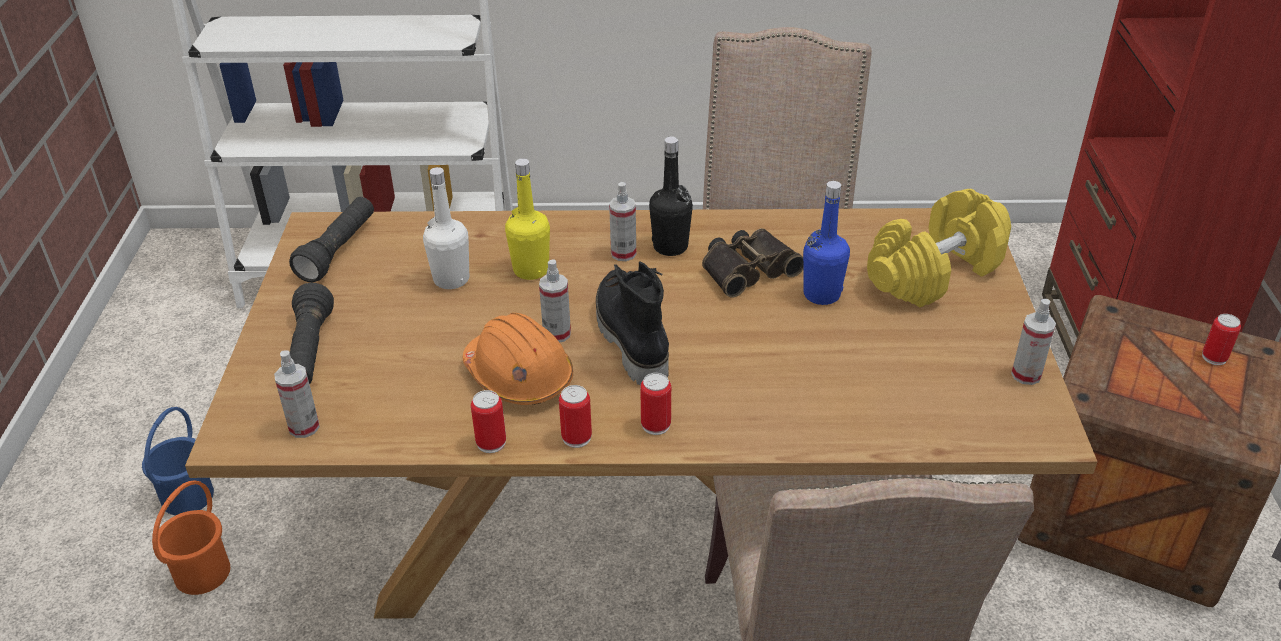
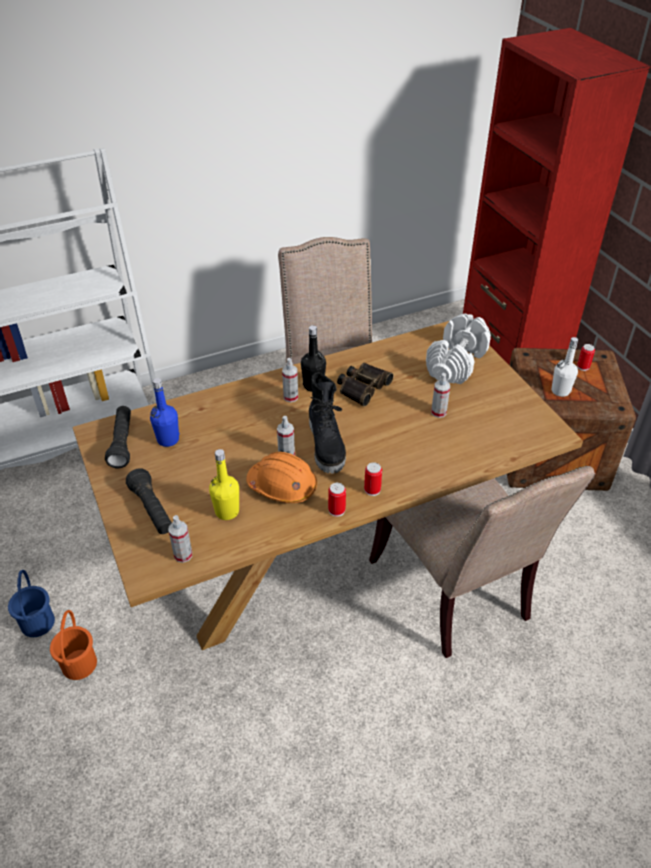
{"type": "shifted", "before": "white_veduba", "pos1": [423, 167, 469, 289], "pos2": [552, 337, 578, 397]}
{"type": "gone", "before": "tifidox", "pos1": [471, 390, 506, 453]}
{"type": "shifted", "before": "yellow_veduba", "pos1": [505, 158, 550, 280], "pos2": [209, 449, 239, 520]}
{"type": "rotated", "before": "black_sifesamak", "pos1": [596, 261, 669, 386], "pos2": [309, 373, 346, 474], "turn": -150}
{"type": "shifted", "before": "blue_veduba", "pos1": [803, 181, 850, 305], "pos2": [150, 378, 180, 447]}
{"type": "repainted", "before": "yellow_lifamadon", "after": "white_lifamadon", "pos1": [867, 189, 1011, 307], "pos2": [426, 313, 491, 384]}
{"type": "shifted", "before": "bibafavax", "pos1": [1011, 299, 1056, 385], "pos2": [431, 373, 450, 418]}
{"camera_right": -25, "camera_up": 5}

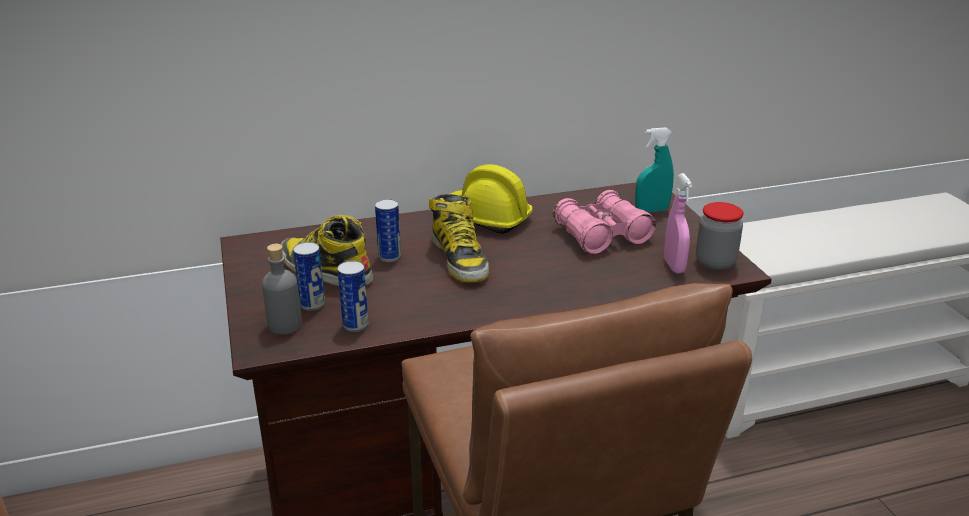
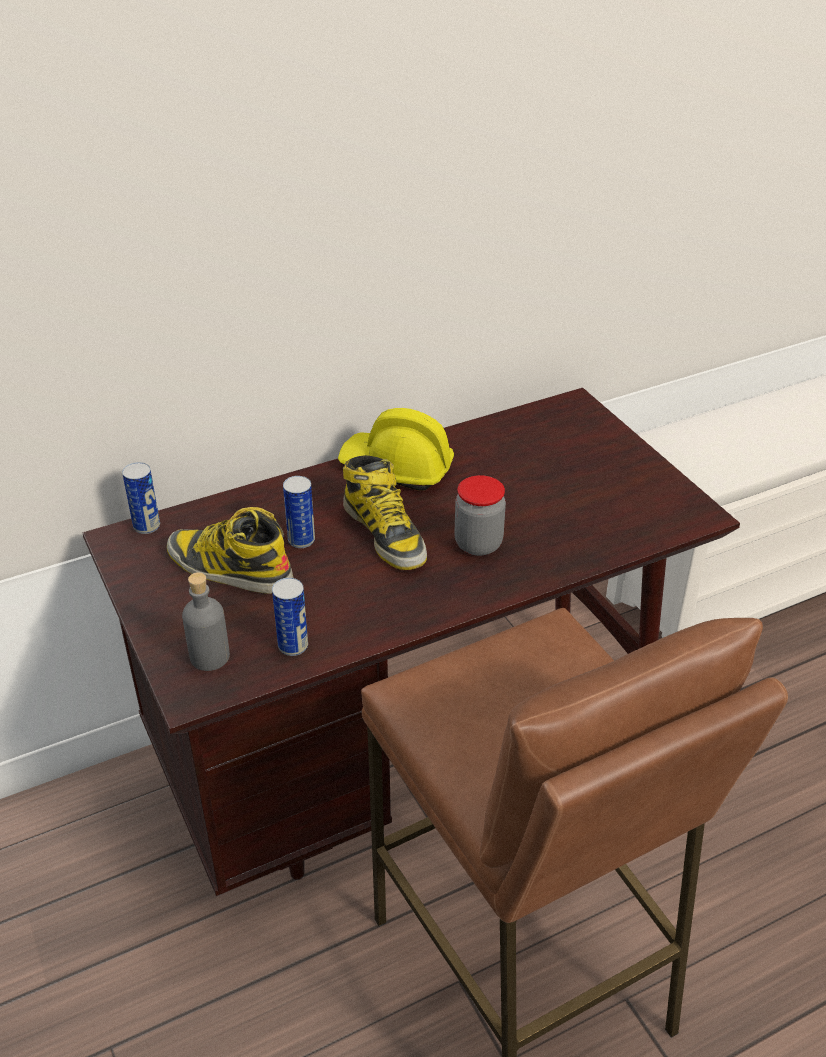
{"type": "shifted", "before": "tifidox", "pos1": [293, 242, 325, 311], "pos2": [122, 462, 160, 534]}
{"type": "gone", "before": "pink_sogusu", "pos1": [553, 190, 656, 254]}
{"type": "gone", "before": "turquoise_bibafavax", "pos1": [635, 127, 674, 213]}
{"type": "gone", "before": "pink_bibafavax", "pos1": [664, 173, 693, 273]}
{"type": "shifted", "before": "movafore", "pos1": [696, 202, 743, 270], "pos2": [454, 475, 506, 556]}
{"camera_right": -10, "camera_up": 10}

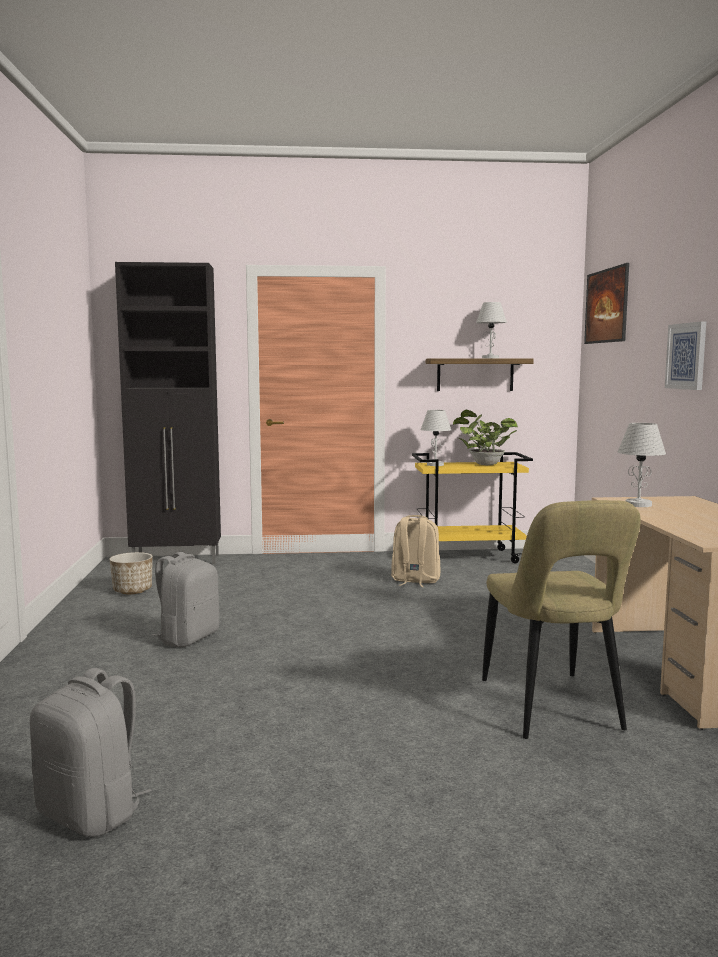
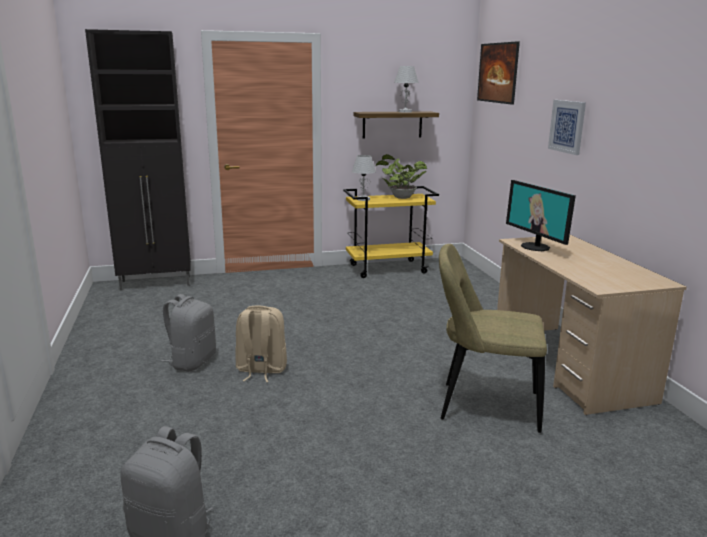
{"type": "gone", "before": "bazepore", "pos1": [110, 552, 153, 594]}
{"type": "shifted", "before": "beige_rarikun", "pos1": [391, 515, 440, 587], "pos2": [235, 305, 287, 382]}
{"type": "rotated", "before": "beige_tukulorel", "pos1": [482, 500, 641, 739], "pos2": [439, 244, 547, 433], "turn": 120}
{"type": "swapped", "before": "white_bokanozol", "after": "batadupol", "pos1": [618, 423, 666, 507], "pos2": [506, 180, 576, 251]}
{"camera_right": -10, "camera_up": 10}

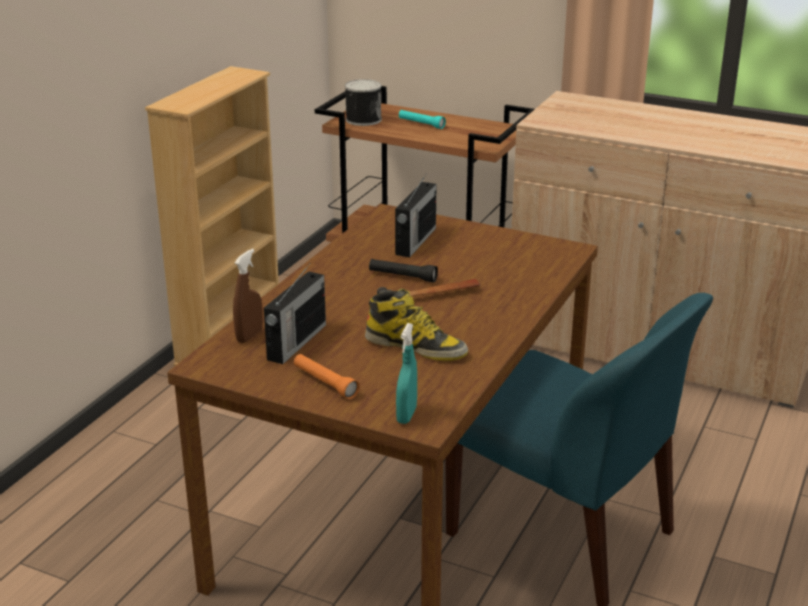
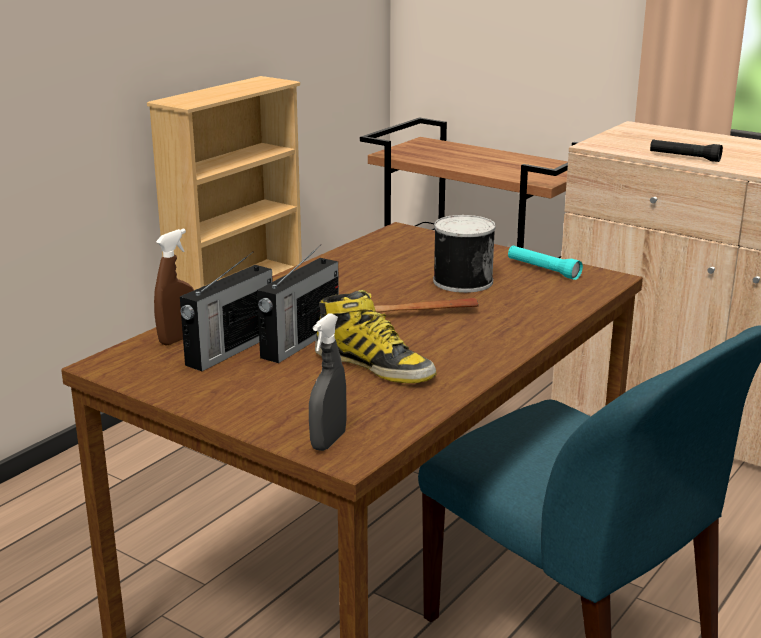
{"type": "gone", "before": "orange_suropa", "pos1": [294, 354, 360, 399]}
{"type": "shifted", "before": "tifidox", "pos1": [345, 79, 382, 126], "pos2": [433, 215, 496, 293]}
{"type": "shifted", "before": "black_suropa", "pos1": [369, 259, 438, 283], "pos2": [650, 139, 723, 162]}
{"type": "shifted", "before": "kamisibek", "pos1": [395, 173, 437, 257], "pos2": [257, 244, 339, 363]}
{"type": "repainted", "before": "turquoise_bibafavax", "after": "grey_bibafavax", "pos1": [396, 323, 417, 424], "pos2": [309, 313, 347, 451]}
{"type": "shifted", "before": "turquoise_suropa", "pos1": [399, 110, 446, 129], "pos2": [508, 245, 583, 280]}
{"camera_right": 10, "camera_up": -5}

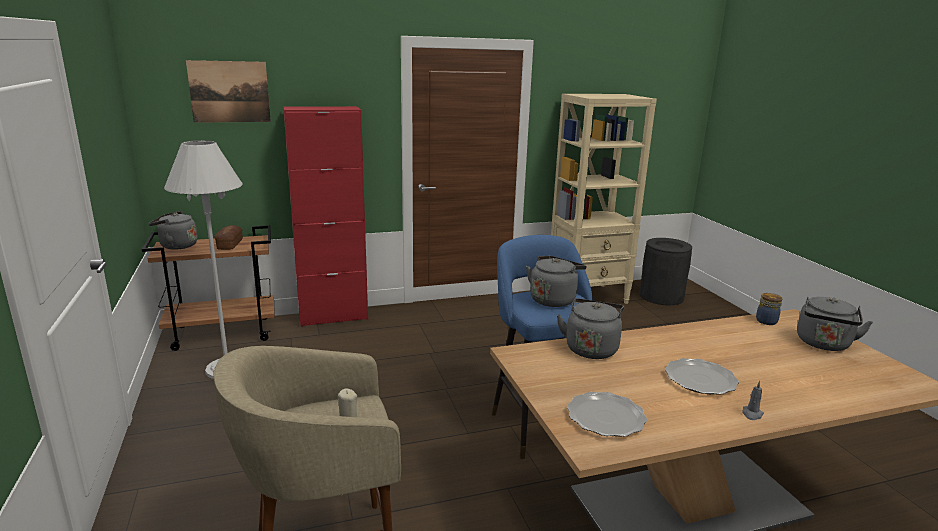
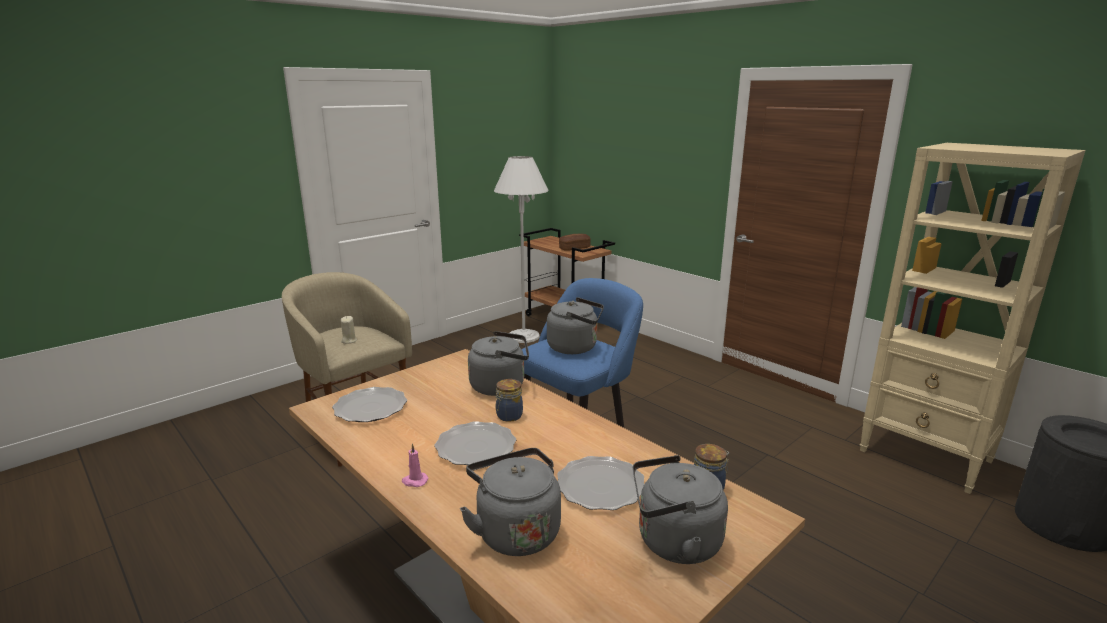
{"type": "shifted", "before": "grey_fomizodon", "pos1": [149, 211, 197, 250], "pos2": [460, 448, 561, 556]}
{"type": "gone", "before": "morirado", "pos1": [186, 60, 271, 123]}
{"type": "gone", "before": "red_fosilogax", "pos1": [283, 106, 368, 327]}
{"type": "repainted", "before": "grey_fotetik", "after": "pink_fotetik", "pos1": [742, 381, 764, 420], "pos2": [402, 444, 429, 487]}
{"type": "new", "after": "movafore", "pos2": [495, 379, 523, 422]}
{"type": "new", "after": "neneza", "pos2": [557, 456, 644, 510]}
{"camera_right": 65, "camera_up": 0}

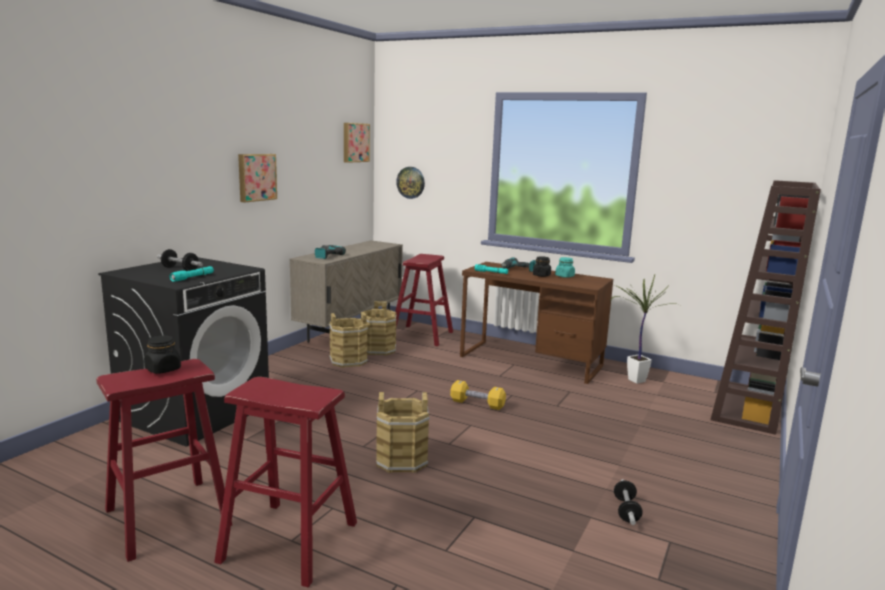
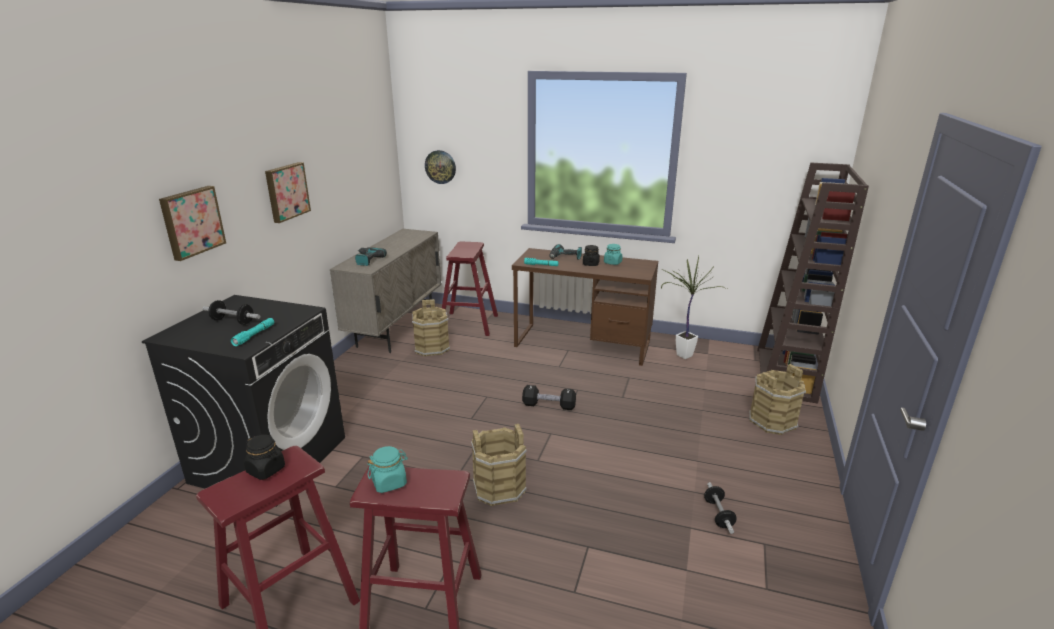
{"type": "shifted", "before": "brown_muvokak", "pos1": [329, 312, 368, 368], "pos2": [749, 364, 806, 435]}
{"type": "shifted", "before": "morirado", "pos1": [344, 123, 370, 163], "pos2": [159, 186, 226, 261]}
{"type": "repainted", "before": "yellow_lifamadon", "after": "black_lifamadon", "pos1": [450, 380, 506, 410], "pos2": [522, 385, 576, 410]}
{"type": "new", "after": "turquoise_movafore", "pos2": [367, 446, 408, 493]}
{"camera_right": -10, "camera_up": 10}

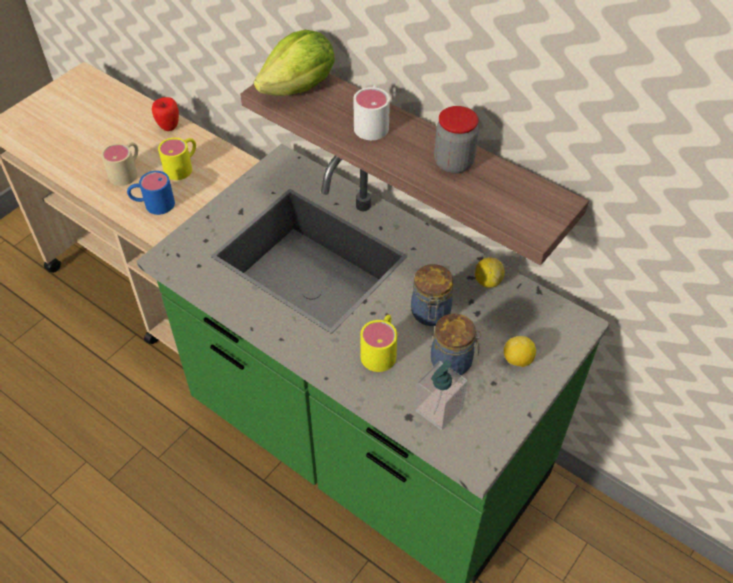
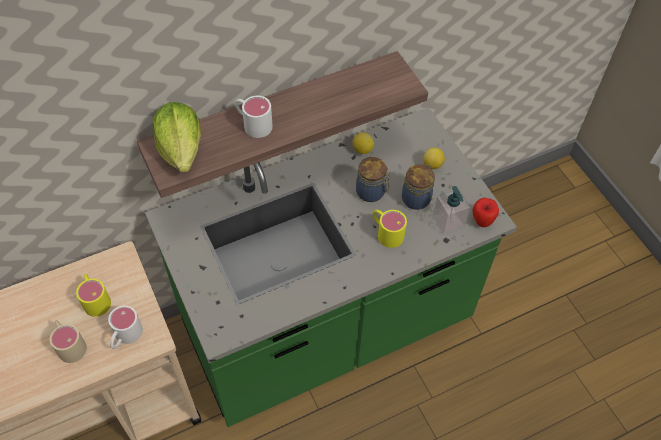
{"type": "repainted", "before": "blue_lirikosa", "after": "white_lirikosa", "pos1": [127, 171, 175, 215], "pos2": [108, 305, 143, 349]}
{"type": "shifted", "before": "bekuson", "pos1": [152, 97, 179, 131], "pos2": [473, 198, 499, 227]}
{"type": "gone", "before": "movafore", "pos1": [434, 106, 479, 173]}
{"camera_right": -65, "camera_up": 5}

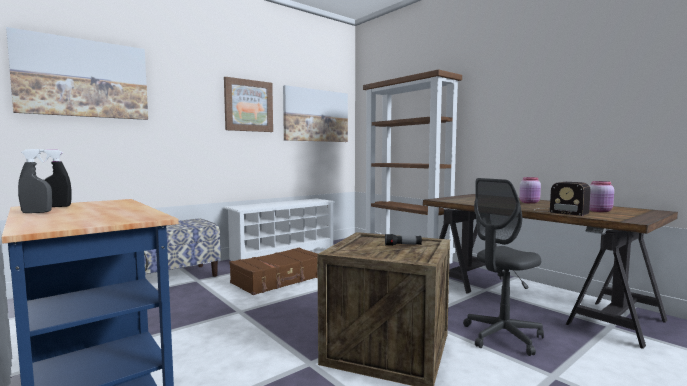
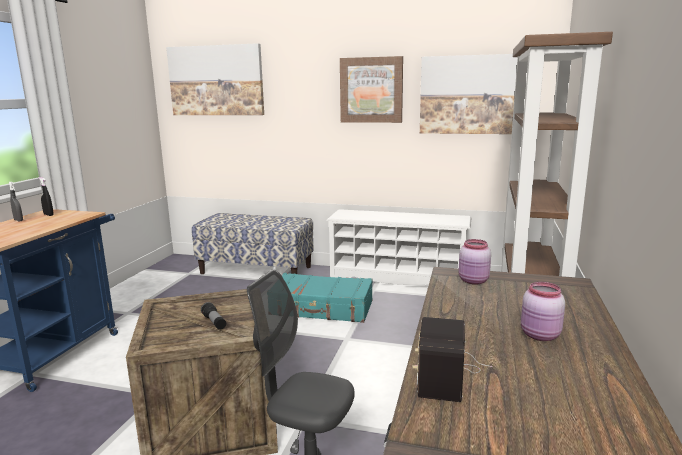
{"type": "repainted", "before": "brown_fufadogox", "after": "turquoise_fufadogox", "pos1": [229, 248, 318, 295], "pos2": [282, 273, 373, 323]}
{"type": "shifted", "before": "pink_movafore", "pos1": [589, 181, 614, 212], "pos2": [458, 239, 491, 285]}
{"camera_right": 55, "camera_up": 10}

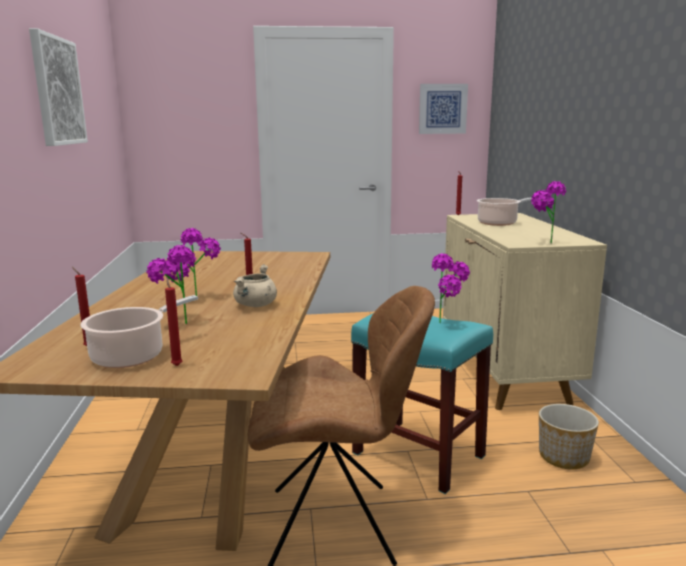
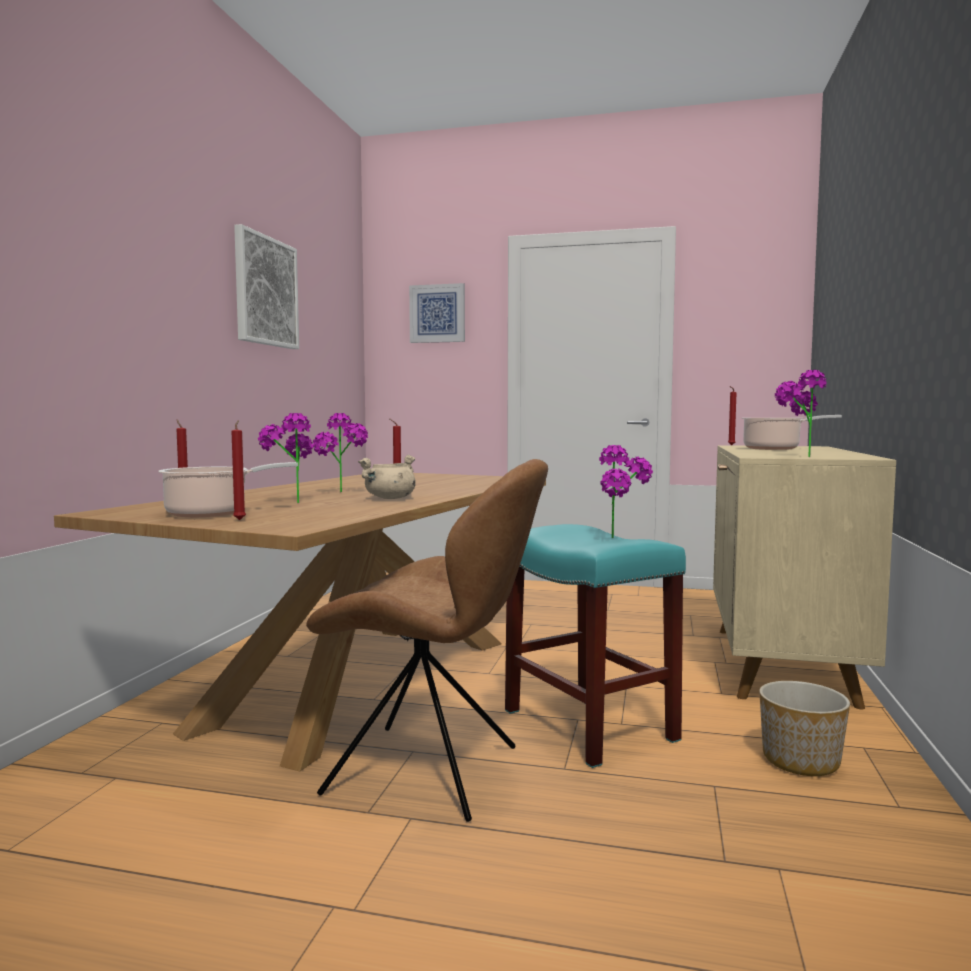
{"type": "shifted", "before": "morirado", "pos1": [419, 84, 468, 134], "pos2": [409, 283, 465, 343]}
{"camera_right": 20, "camera_up": -10}

